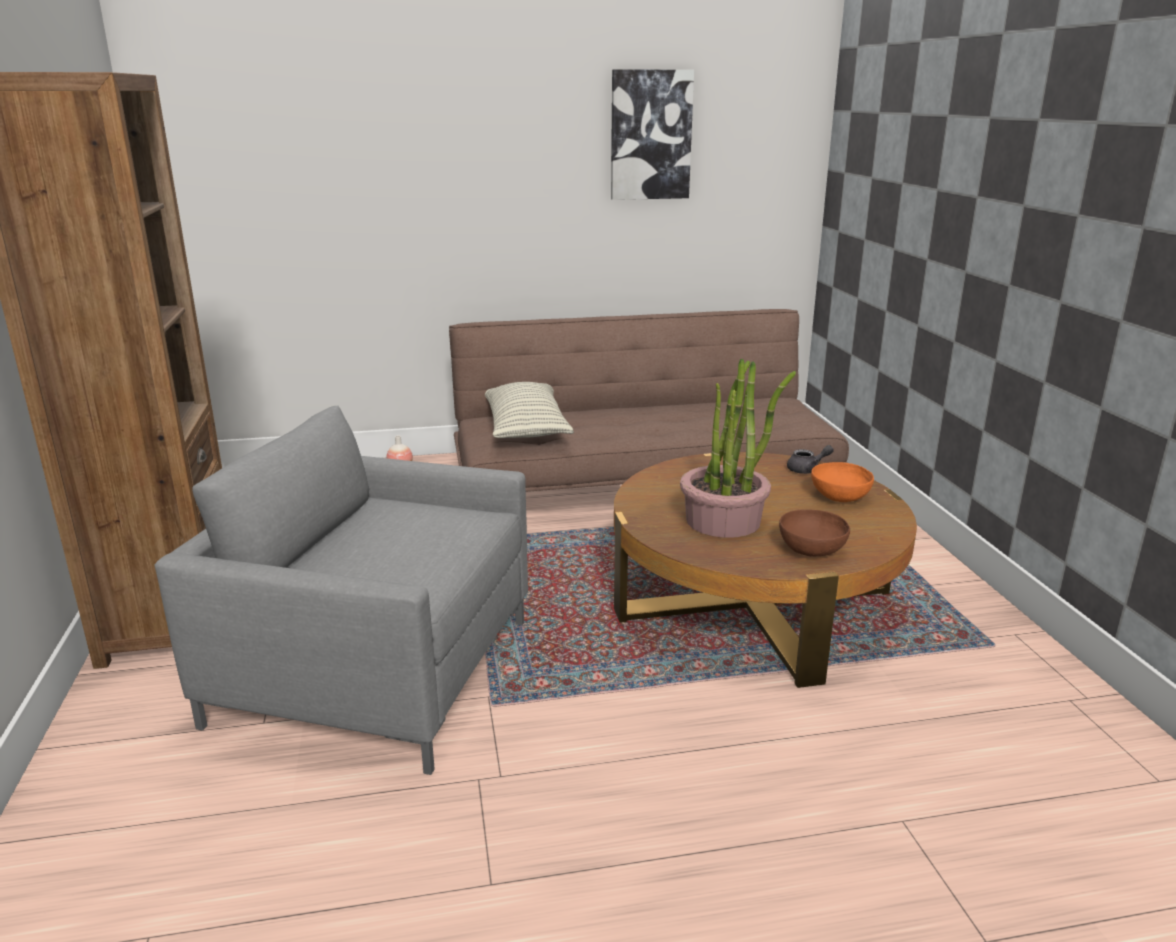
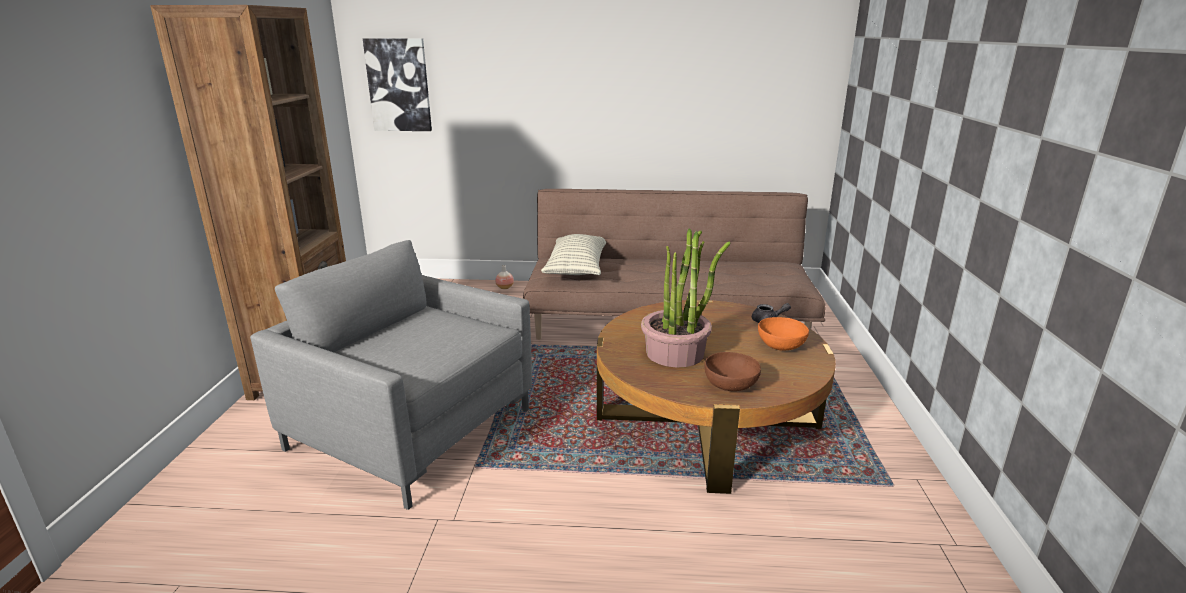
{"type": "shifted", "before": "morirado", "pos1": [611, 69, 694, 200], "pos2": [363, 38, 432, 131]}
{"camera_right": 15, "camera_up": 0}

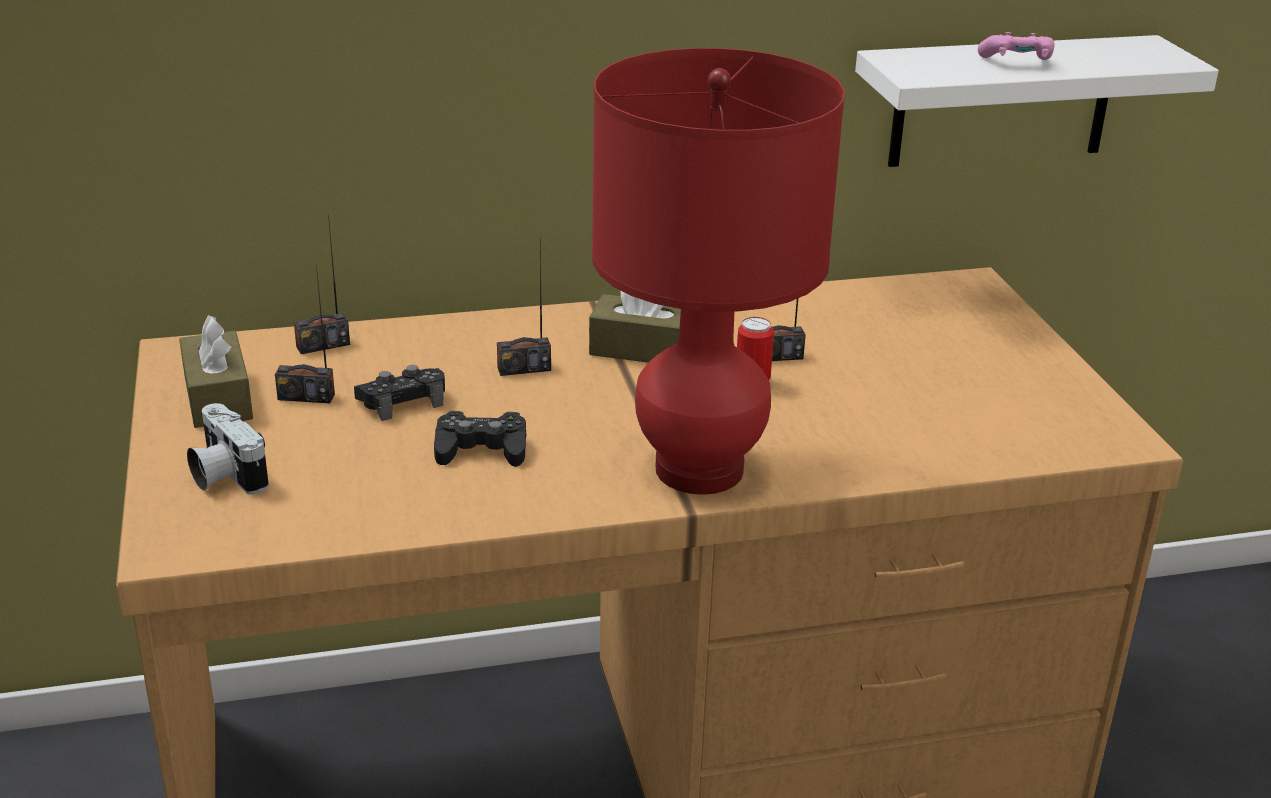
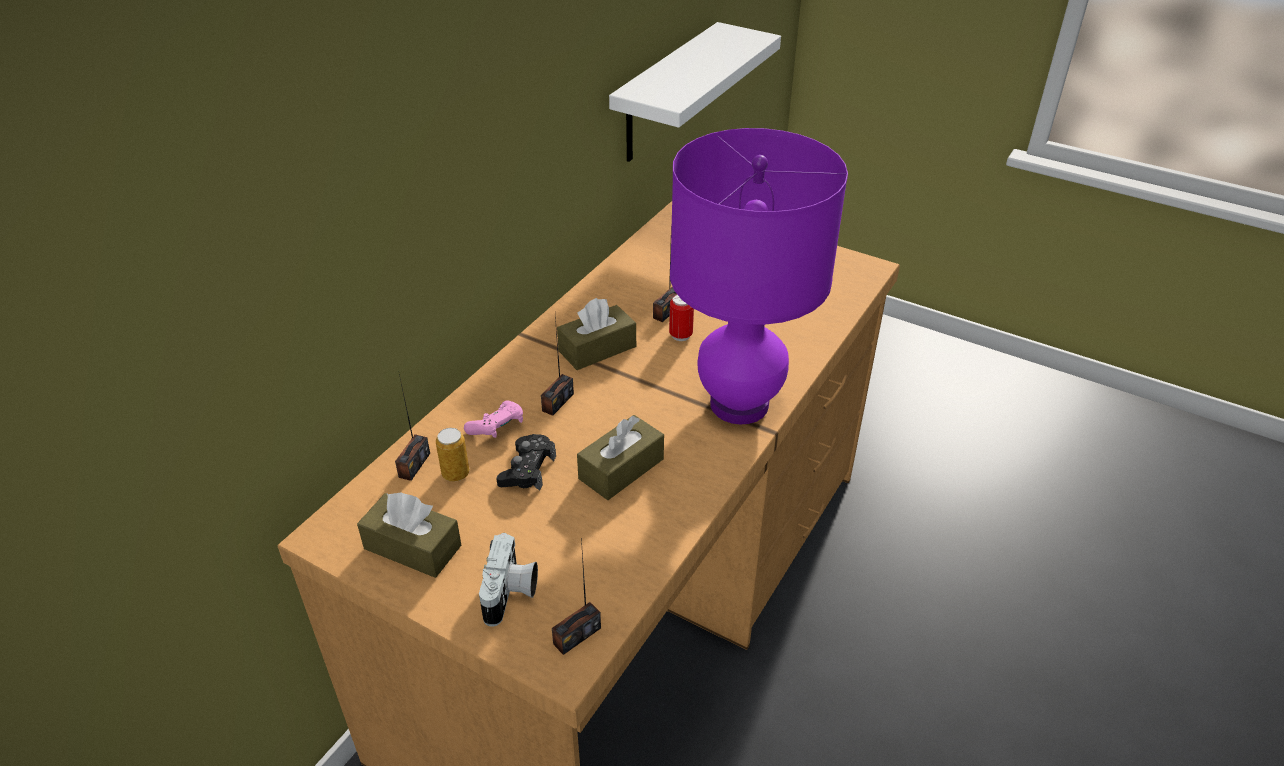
{"type": "rotated", "before": "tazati", "pos1": [187, 403, 269, 494], "pos2": [479, 533, 538, 626], "turn": -90}
{"type": "shifted", "before": "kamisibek", "pos1": [275, 264, 335, 403], "pos2": [552, 537, 601, 655]}
{"type": "swapped", "before": "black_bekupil", "after": "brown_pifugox", "pos1": [434, 411, 526, 467], "pos2": [577, 415, 664, 500]}
{"type": "repainted", "before": "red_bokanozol", "after": "purple_bokanozol", "pos1": [592, 48, 845, 495], "pos2": [670, 128, 848, 424]}
{"type": "shifted", "before": "pink_bekupil", "pos1": [978, 32, 1054, 60], "pos2": [464, 400, 523, 438]}
{"type": "new", "after": "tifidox", "pos2": [436, 428, 469, 482]}
{"camera_right": -45, "camera_up": 10}

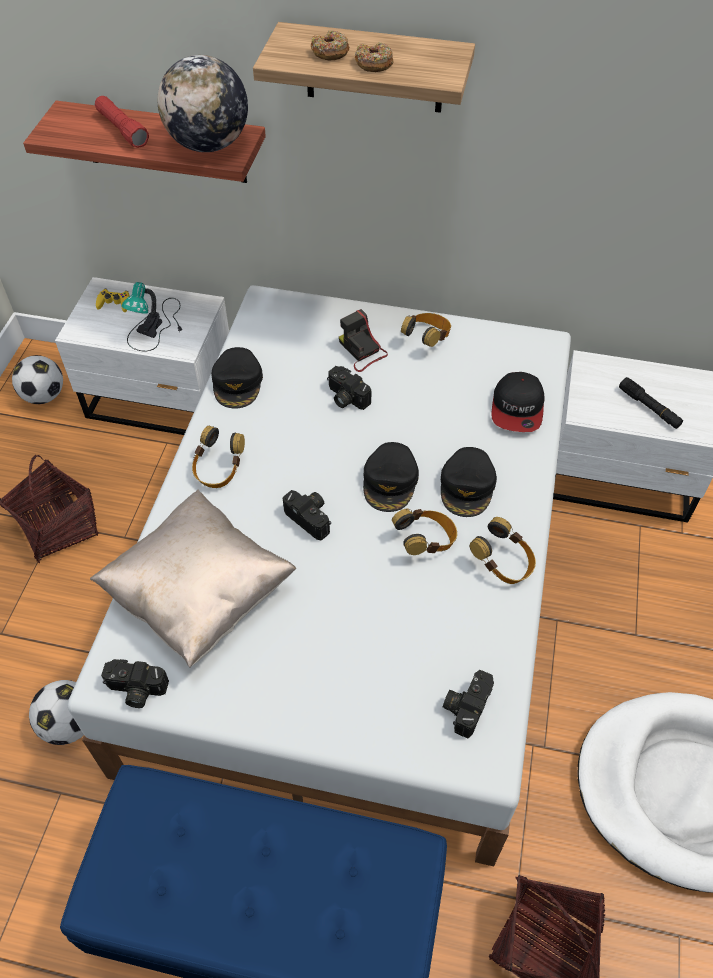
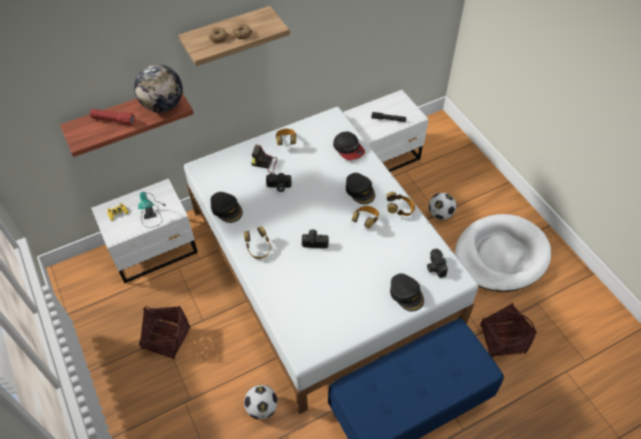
{"type": "shifted", "before": "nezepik", "pos1": [12, 355, 63, 404], "pos2": [429, 193, 457, 220]}
{"type": "gone", "before": "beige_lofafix", "pos1": [90, 489, 296, 667]}
{"type": "gone", "before": "tazati", "pos1": [101, 659, 169, 708]}
{"type": "shifted", "before": "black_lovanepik", "pos1": [363, 442, 419, 512], "pos2": [390, 274, 424, 312]}
{"camera_right": -40, "camera_up": 0}

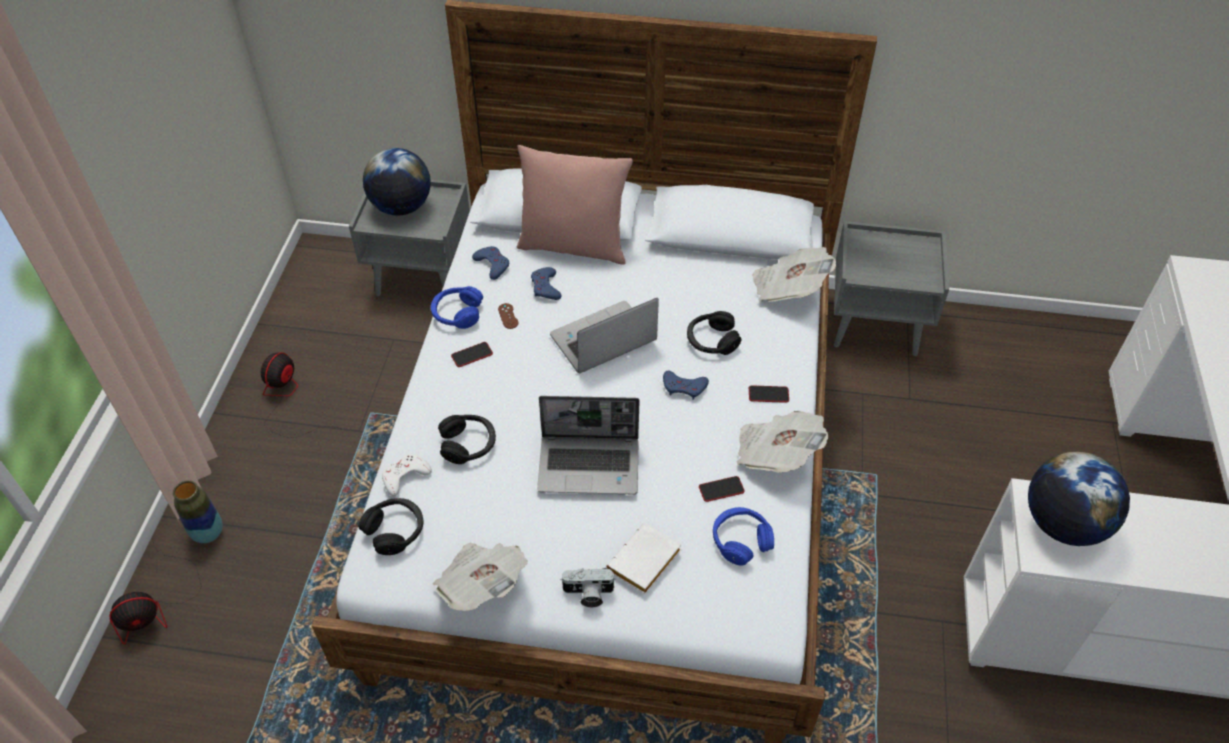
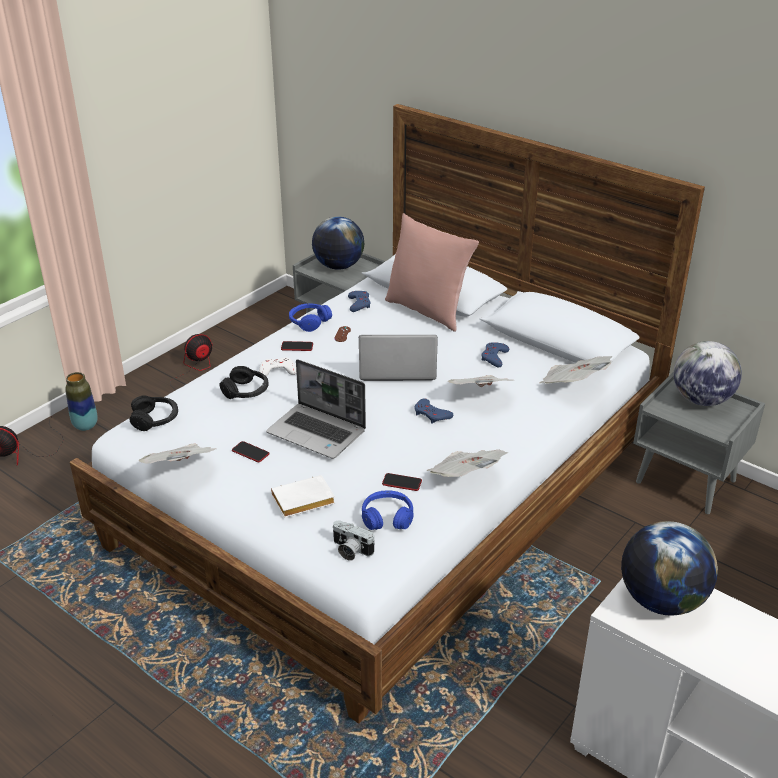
{"type": "shifted", "before": "white_bekupil", "pos1": [382, 454, 432, 496], "pos2": [259, 358, 296, 377]}
{"type": "shifted", "before": "blue_bekupil", "pos1": [531, 267, 561, 300], "pos2": [481, 342, 509, 367]}
{"type": "shifted", "before": "tazati", "pos1": [560, 568, 616, 607], "pos2": [333, 521, 375, 561]}
{"type": "swapped", "before": "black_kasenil", "after": "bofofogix", "pos1": [687, 311, 742, 355], "pos2": [448, 375, 515, 387]}
{"type": "shifted", "before": "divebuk", "pos1": [749, 385, 789, 403], "pos2": [232, 441, 270, 462]}
{"type": "new", "after": "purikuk", "pos2": [674, 341, 742, 406]}
{"camera_right": 30, "camera_up": -15}

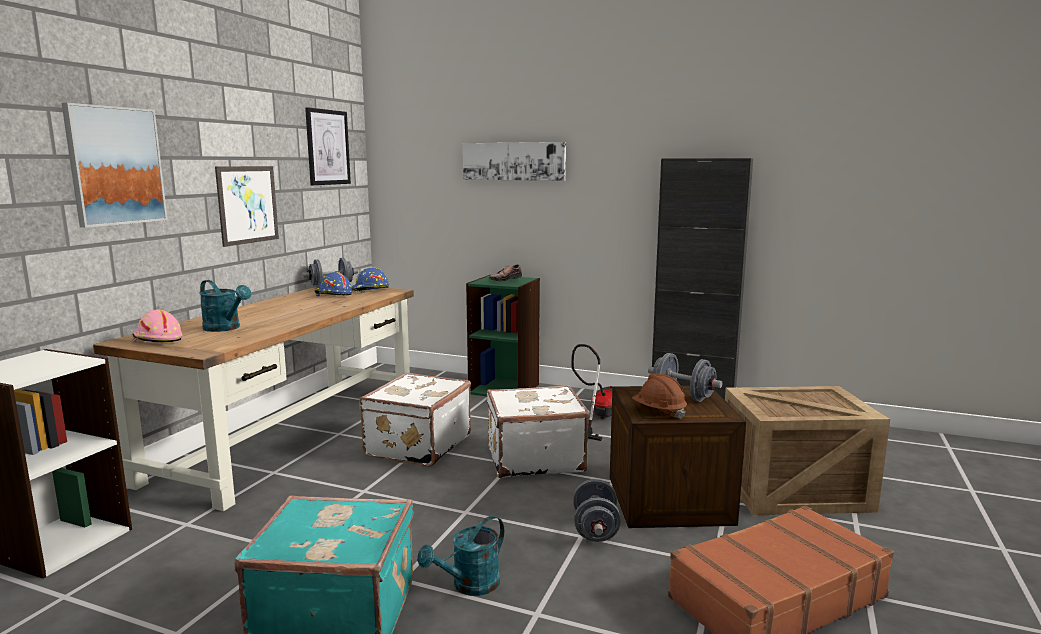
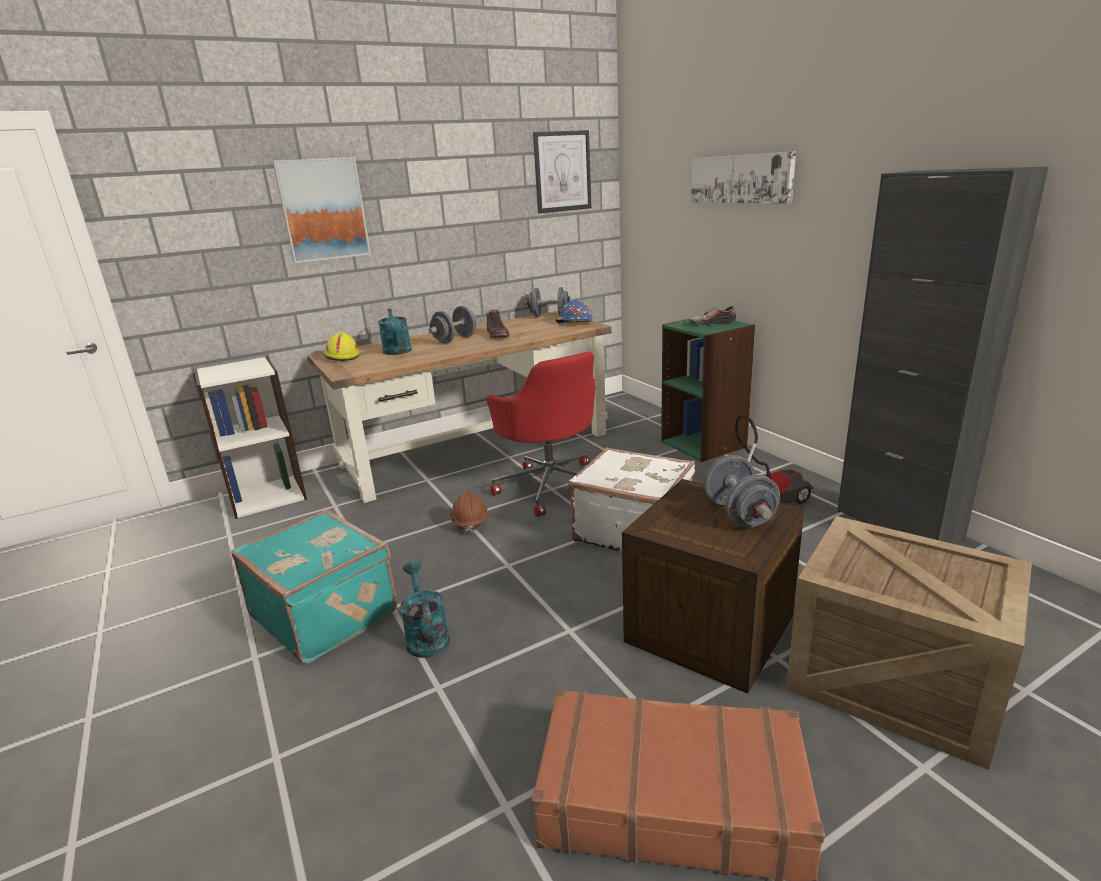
{"type": "repainted", "before": "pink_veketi", "after": "yellow_veketi", "pos1": [132, 310, 183, 343], "pos2": [324, 333, 360, 361]}
{"type": "gone", "before": "morirado", "pos1": [215, 166, 279, 247]}
{"type": "gone", "before": "blue_veketi", "pos1": [314, 272, 352, 296]}
{"type": "swapped", "before": "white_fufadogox", "after": "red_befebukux", "pos1": [359, 372, 471, 467], "pos2": [486, 352, 596, 517]}
{"type": "rotated", "before": "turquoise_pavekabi", "pos1": [417, 515, 504, 596], "pos2": [400, 561, 450, 658], "turn": 75}
{"type": "shifted", "before": "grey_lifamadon", "pos1": [573, 479, 621, 542], "pos2": [429, 306, 477, 343]}
{"type": "shifted", "before": "brown_veketi", "pos1": [632, 373, 687, 419], "pos2": [451, 491, 488, 534]}
{"type": "new", "after": "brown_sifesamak", "pos2": [486, 310, 509, 338]}
{"camera_right": 40, "camera_up": 10}

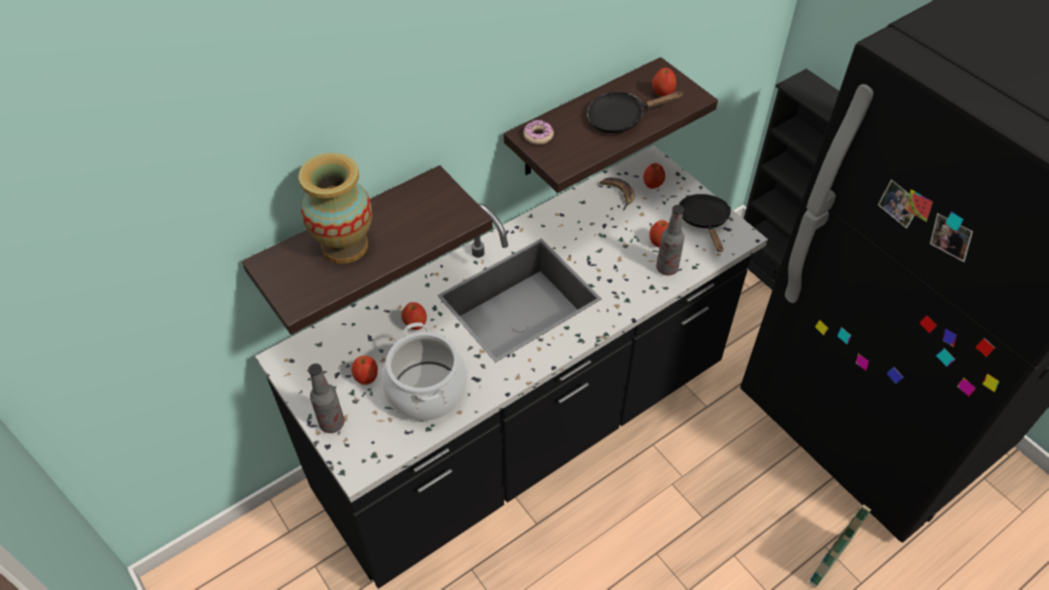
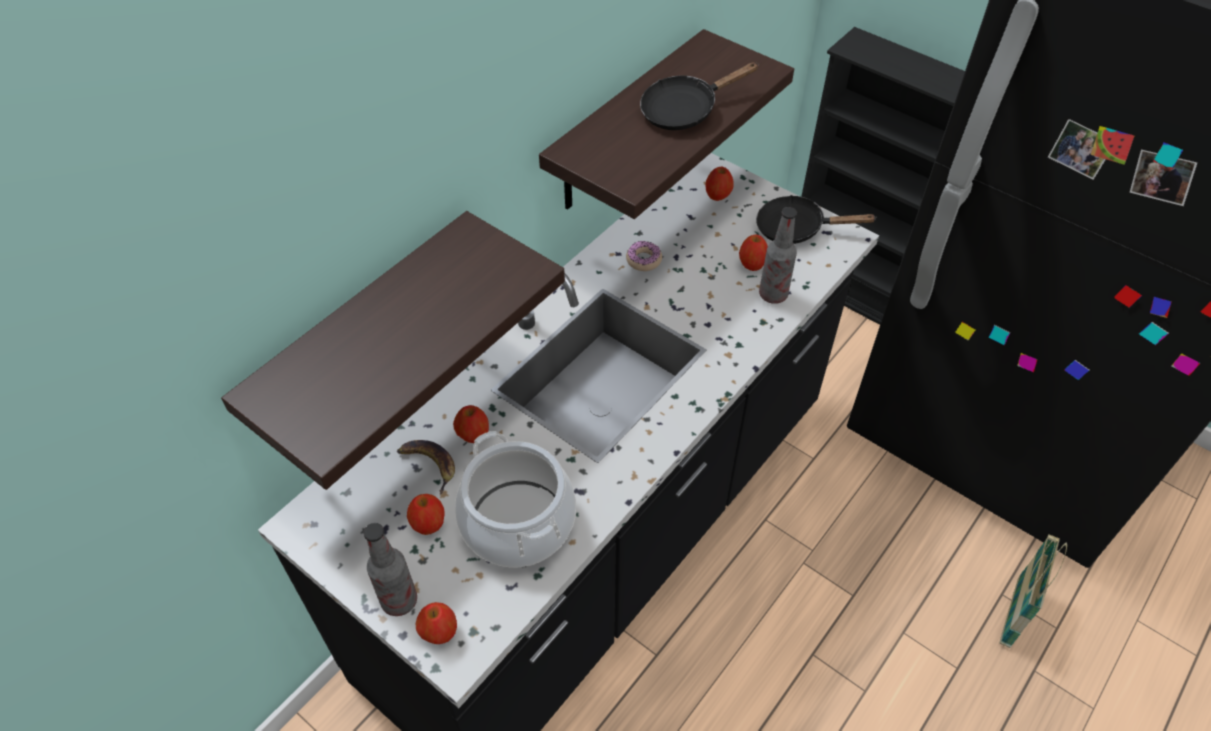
{"type": "gone", "before": "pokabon", "pos1": [298, 153, 372, 264]}
{"type": "shifted", "before": "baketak", "pos1": [523, 120, 554, 145], "pos2": [626, 241, 662, 271]}
{"type": "shifted", "before": "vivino", "pos1": [600, 178, 635, 210], "pos2": [397, 440, 455, 495]}
{"type": "shifted", "before": "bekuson", "pos1": [652, 68, 676, 97], "pos2": [416, 602, 457, 644]}
{"type": "rotated", "before": "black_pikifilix", "pos1": [679, 194, 731, 252], "pos2": [756, 195, 877, 244], "turn": -60}
{"camera_right": -15, "camera_up": 0}

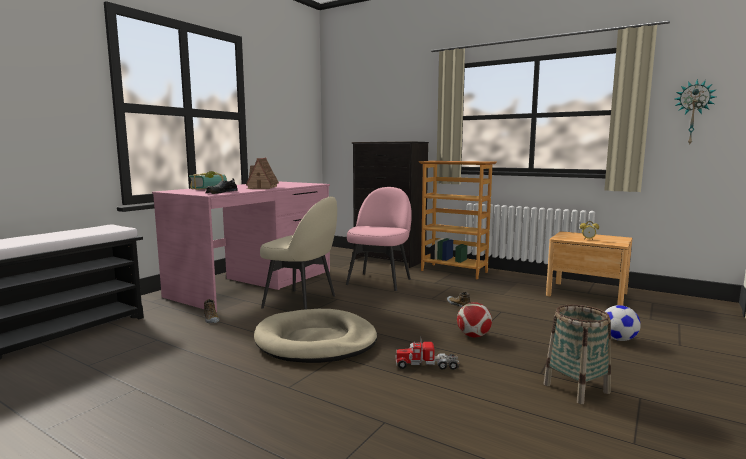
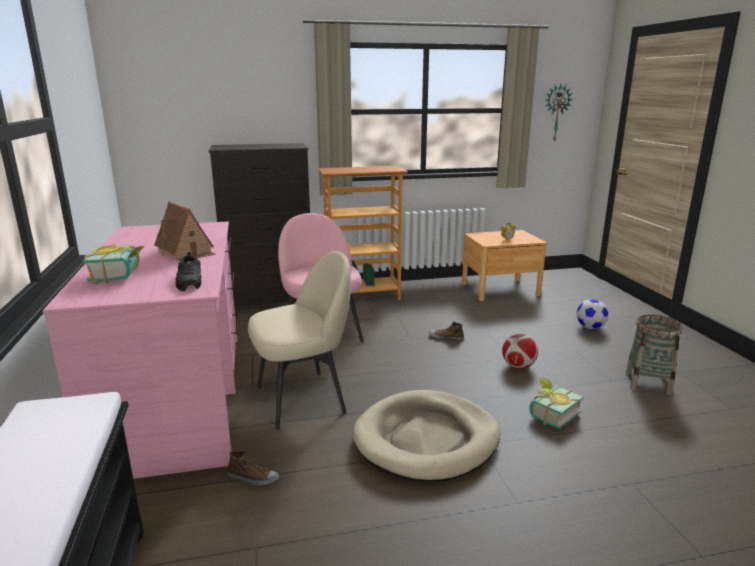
{"type": "swapped", "before": "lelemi", "after": "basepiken", "pos1": [396, 338, 459, 370], "pos2": [529, 378, 583, 429]}
{"camera_right": -45, "camera_up": 10}

